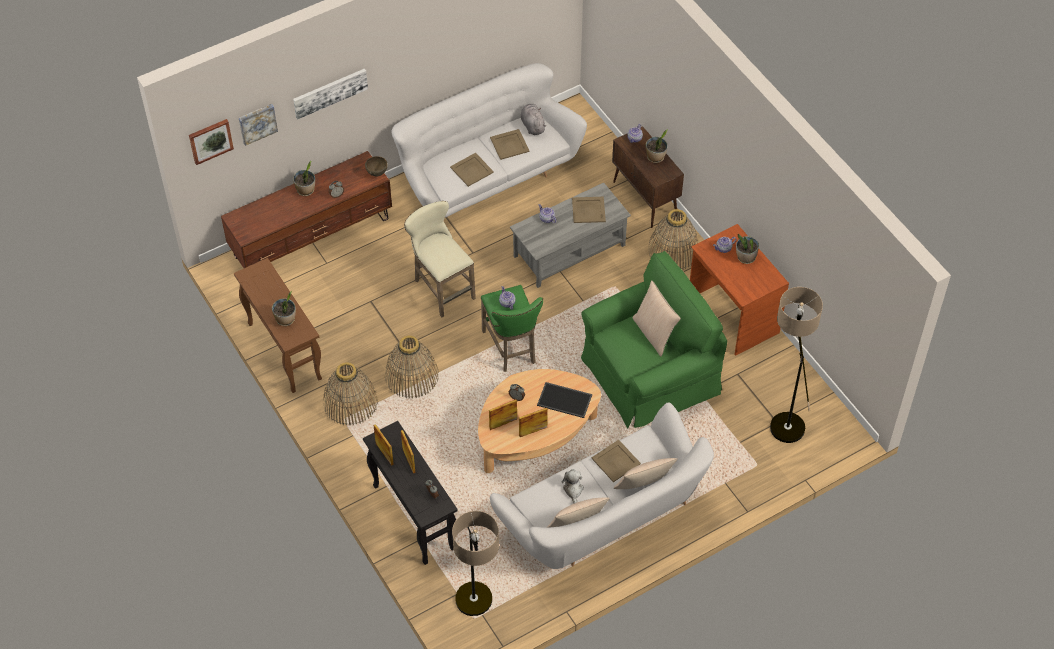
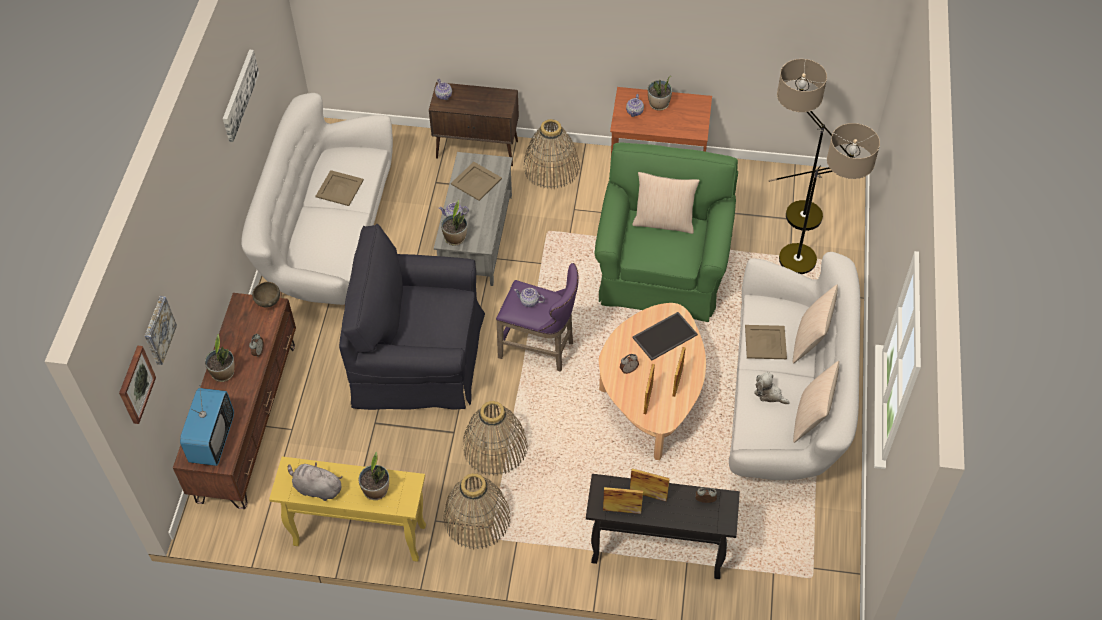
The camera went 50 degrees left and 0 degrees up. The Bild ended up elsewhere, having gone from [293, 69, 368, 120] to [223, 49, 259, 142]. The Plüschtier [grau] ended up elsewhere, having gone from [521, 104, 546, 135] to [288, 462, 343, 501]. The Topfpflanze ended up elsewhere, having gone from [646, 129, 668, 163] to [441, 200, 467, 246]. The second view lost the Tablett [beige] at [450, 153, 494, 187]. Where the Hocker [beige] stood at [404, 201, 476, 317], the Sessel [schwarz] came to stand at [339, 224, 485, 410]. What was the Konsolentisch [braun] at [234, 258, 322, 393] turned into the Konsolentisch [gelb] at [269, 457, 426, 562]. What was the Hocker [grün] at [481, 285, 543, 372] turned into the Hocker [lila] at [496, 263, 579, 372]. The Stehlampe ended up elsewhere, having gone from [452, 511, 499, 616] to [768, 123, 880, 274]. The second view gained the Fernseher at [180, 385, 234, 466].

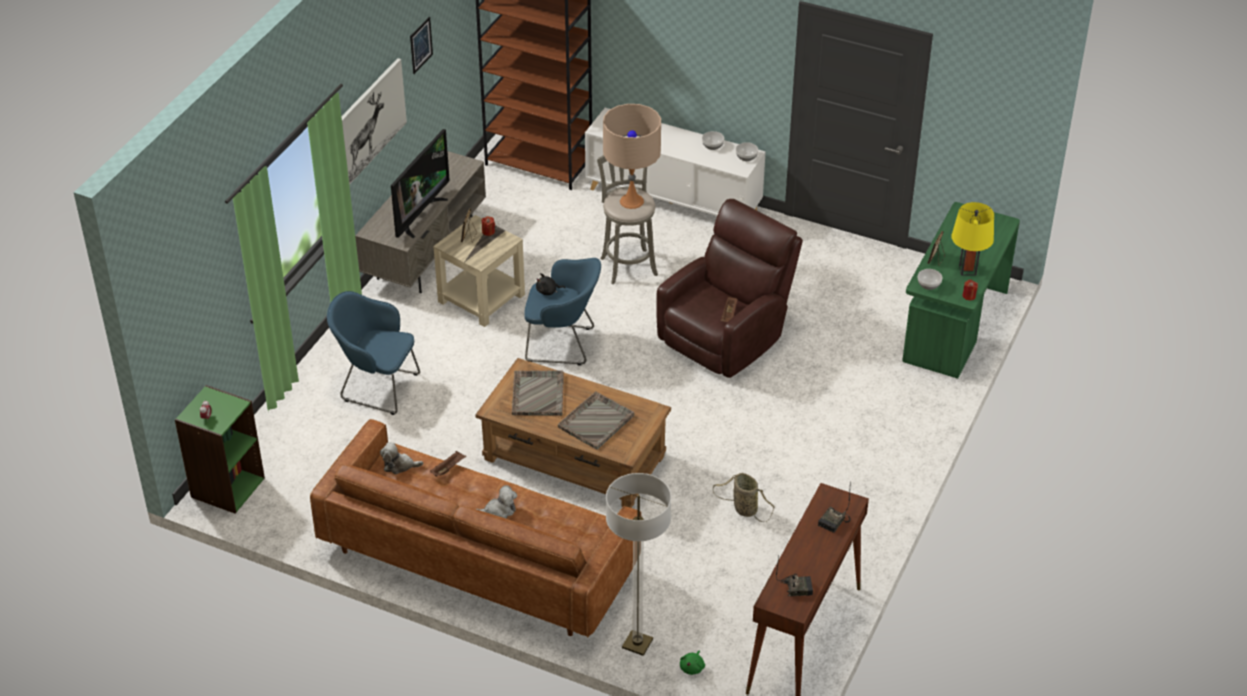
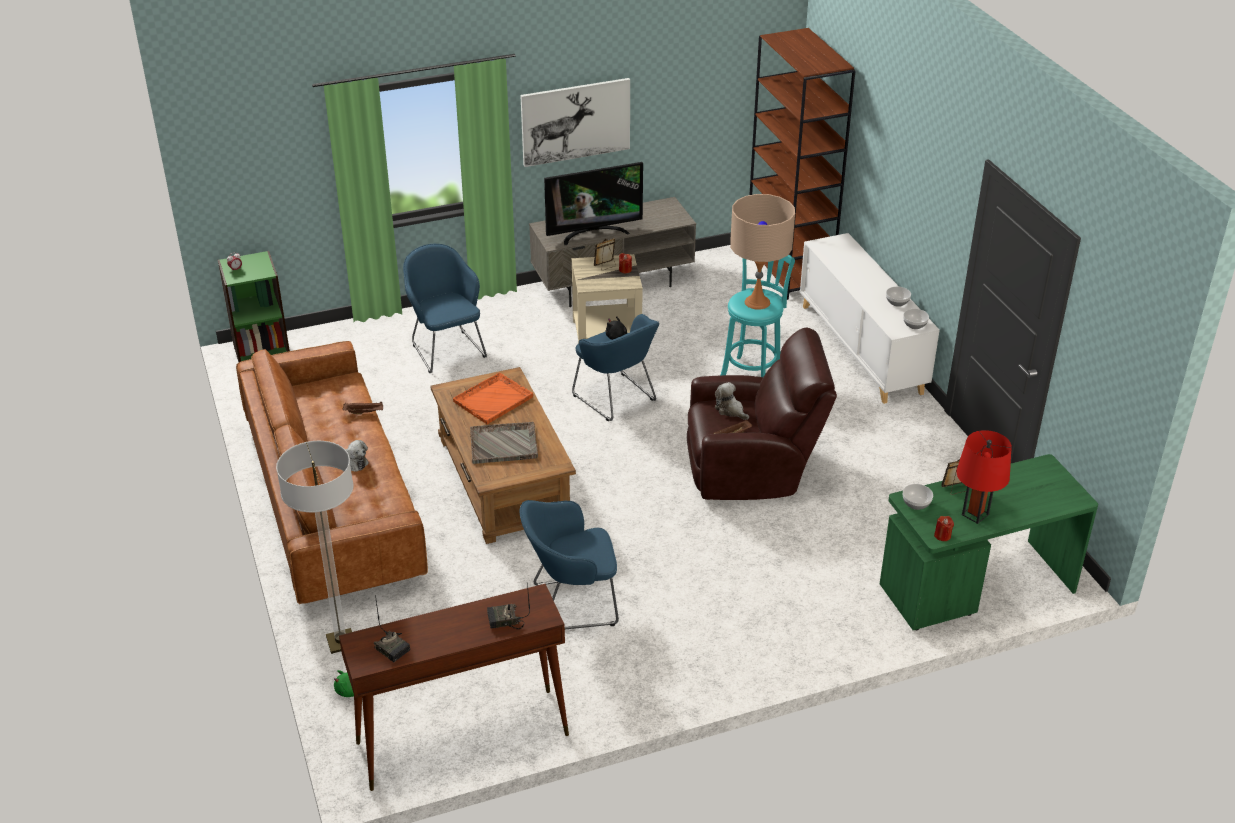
The camera went 45 degrees right and 5 degrees down. The second view lost the Bild at [410, 17, 433, 74]. What was the Hocker [grau] at [597, 155, 658, 284] turned into the Hocker [türkis] at [720, 255, 795, 377]. What was the Tischlampe [gelb] at [952, 202, 994, 276] turned into the Tischlampe [rot] at [956, 430, 1012, 524]. What was the Tablett [grau] at [512, 370, 564, 416] turned into the Tablett [orange] at [453, 373, 533, 424]. The Plüschtier ended up elsewhere, having gone from [380, 442, 423, 474] to [715, 382, 749, 420]. Where the Korb stood at [713, 473, 775, 522], the Sessel [blau] came to stand at [520, 500, 619, 629].

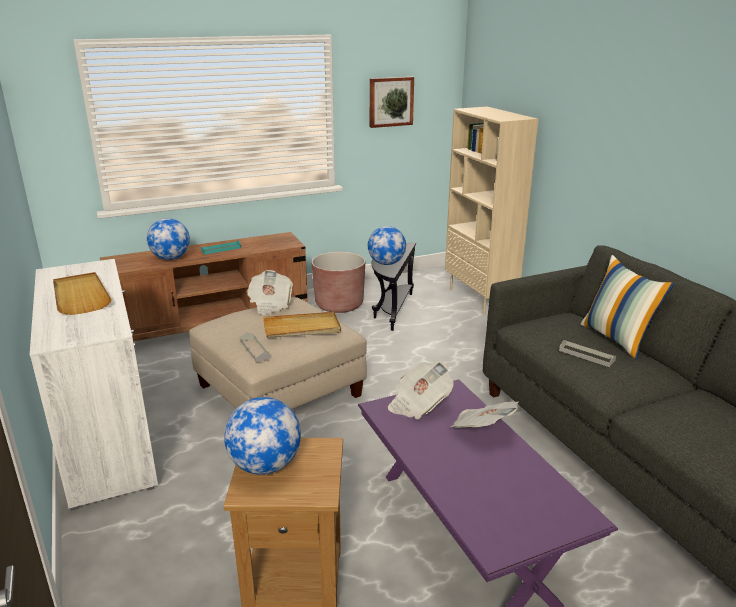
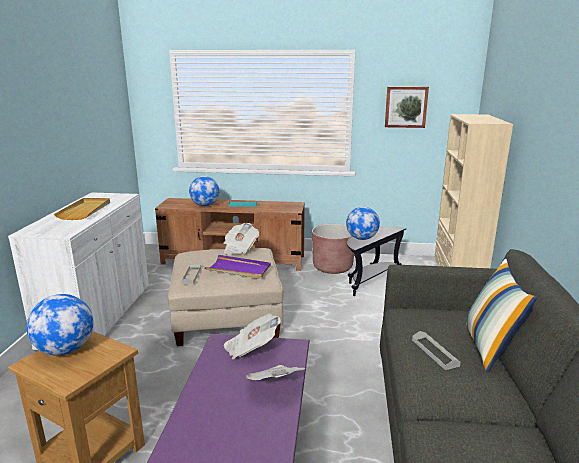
The camera went 30 degrees right and 5 degrees down. What was the Tablett [beige] at [263, 312, 341, 338] turned into the Tablett [lila] at [205, 255, 271, 279].

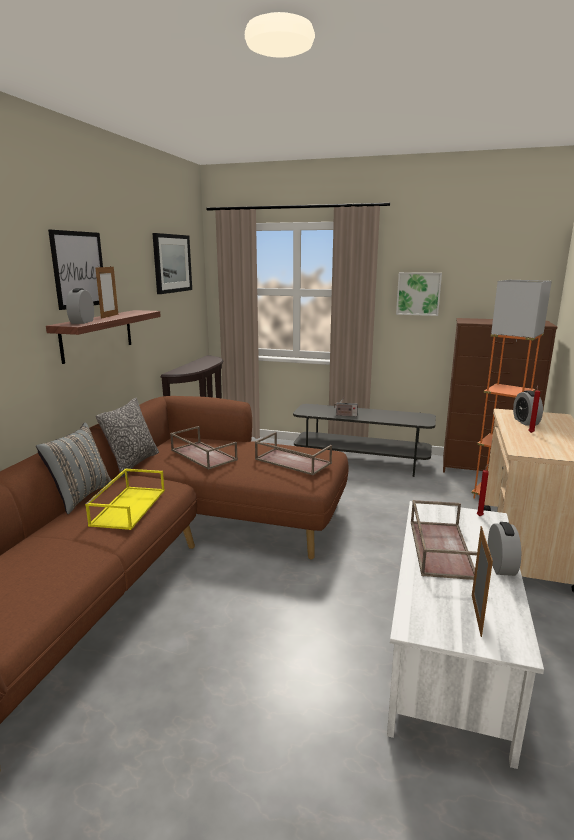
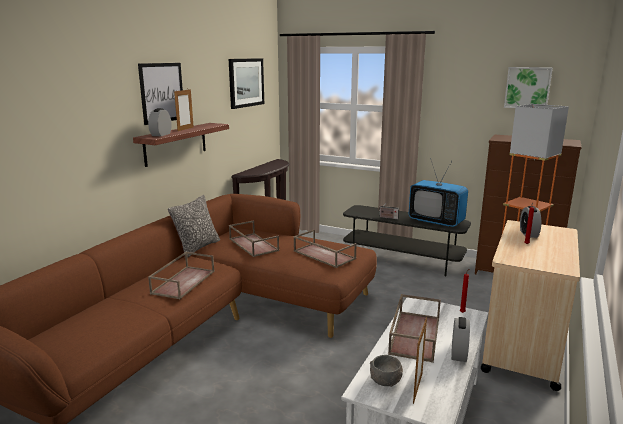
The camera went 10 degrees right and 0 degrees up. The Bild ended up elsewhere, having gone from [396, 272, 442, 316] to [504, 67, 553, 108]. The second view lost the Kissen [grau] at [36, 422, 112, 514]. What was the Tablett [gelb] at [85, 468, 165, 530] turned into the Tablett [braun] at [148, 252, 215, 299]. The second view gained the Fernseher at [409, 158, 468, 227]. The second view gained the Schüssel [grau] at [370, 355, 403, 387].

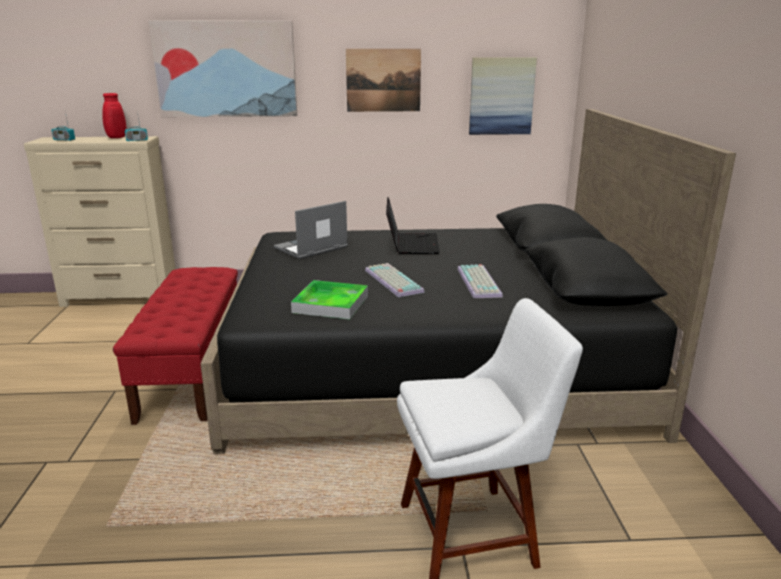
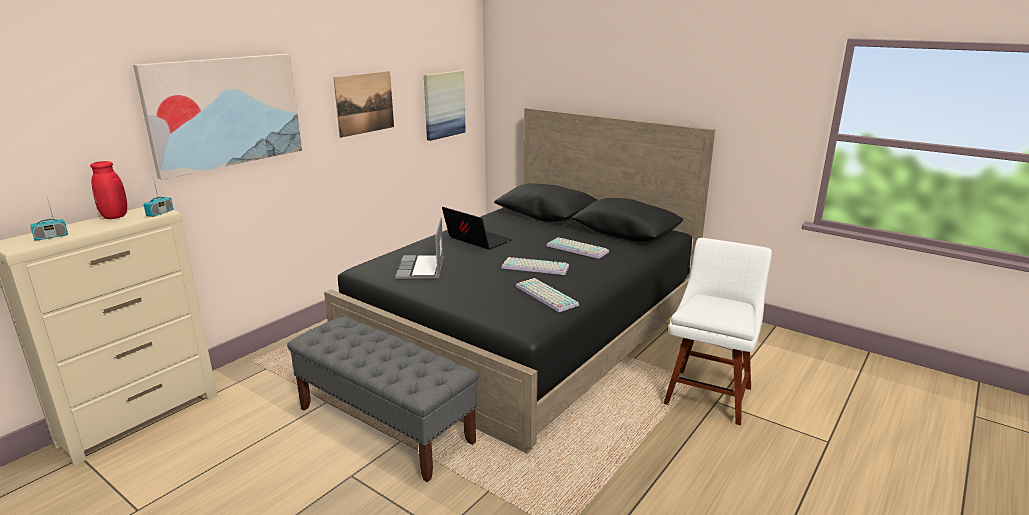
The camera went 50 degrees left and 0 degrees up. What was the Bank [rot] at [113, 267, 238, 425] turned into the Bank [grau] at [287, 316, 479, 482]. Where the Tablett stood at [291, 280, 368, 320], the Tastatur came to stand at [516, 278, 579, 312].

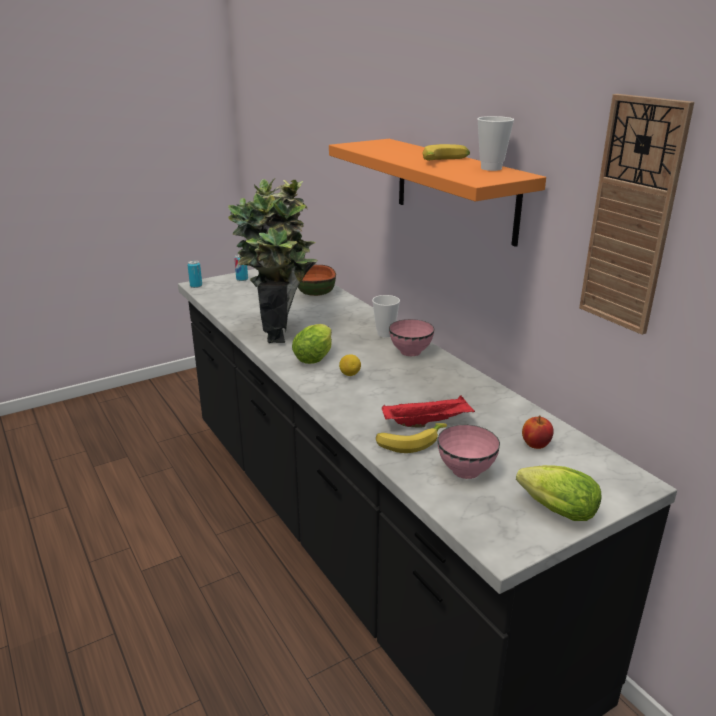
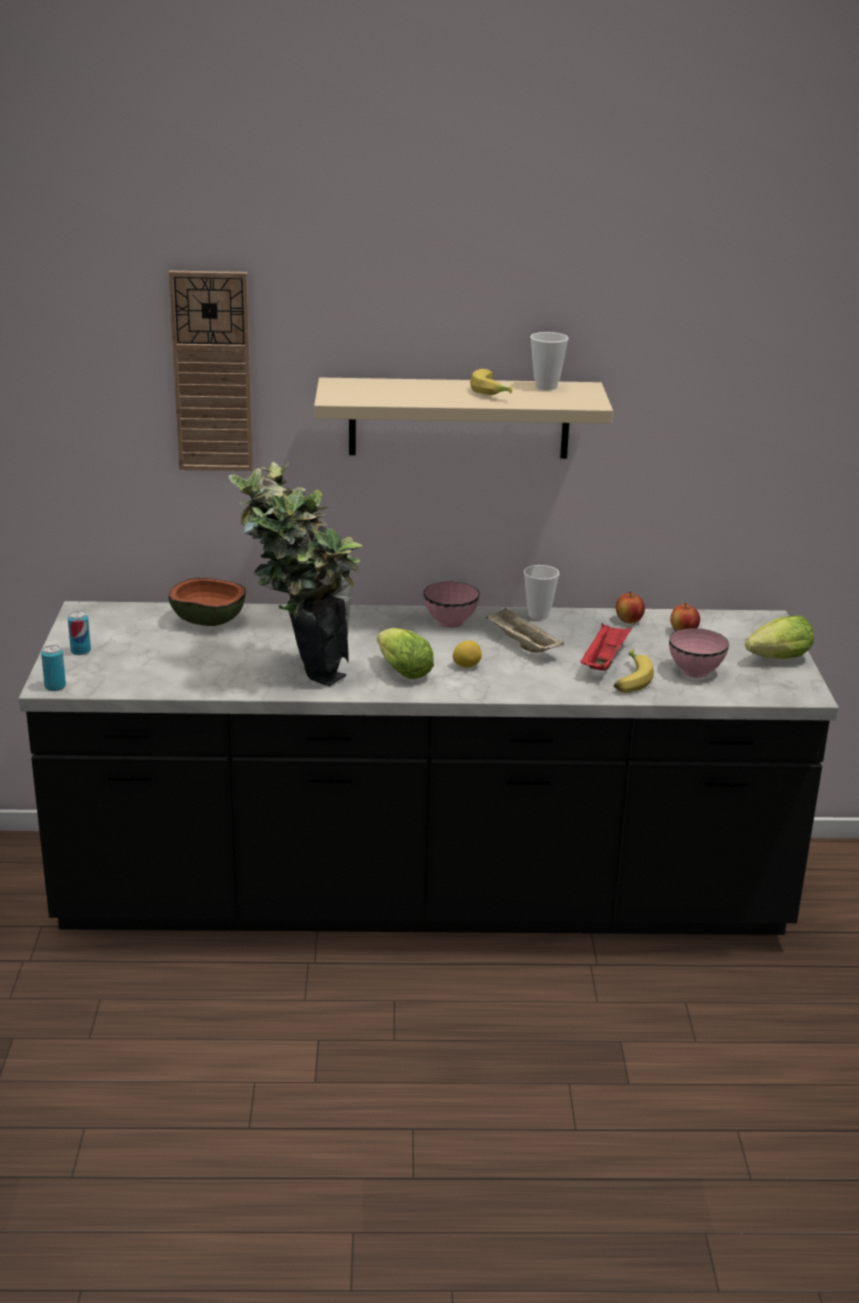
The camera went 60 degrees left and 0 degrees up. The Wanduhr ended up elsewhere, having gone from [579, 94, 694, 335] to [168, 271, 253, 471]. What was the Wandregal [orange] at [329, 139, 546, 247] turned into the Wandregal [beige] at [314, 378, 613, 459]. The Tasse ended up elsewhere, having gone from [372, 295, 400, 337] to [524, 565, 559, 620]. The second view gained the Apfel at [616, 591, 645, 623]. The second view gained the Tablett [beige] at [486, 608, 564, 653].

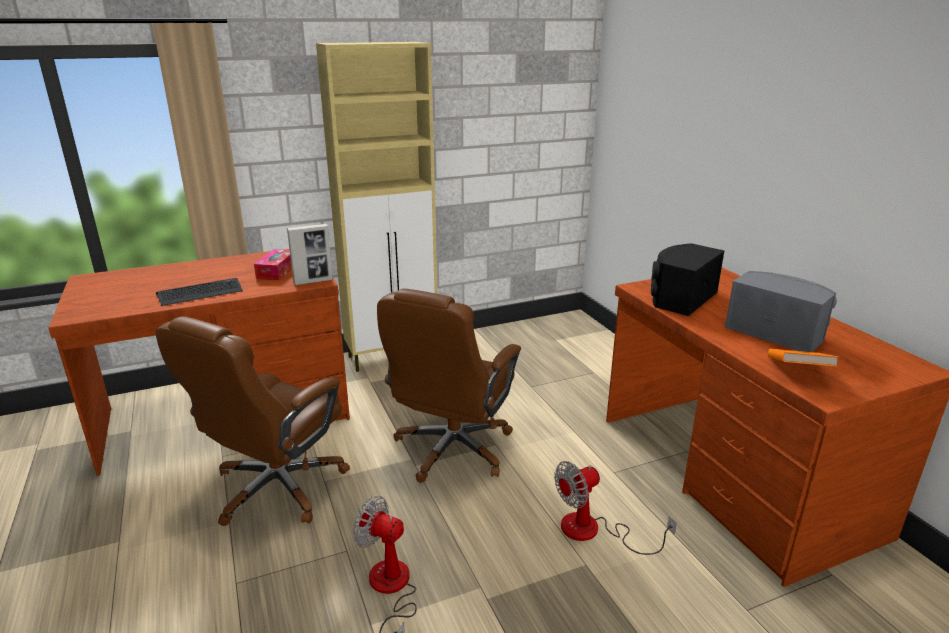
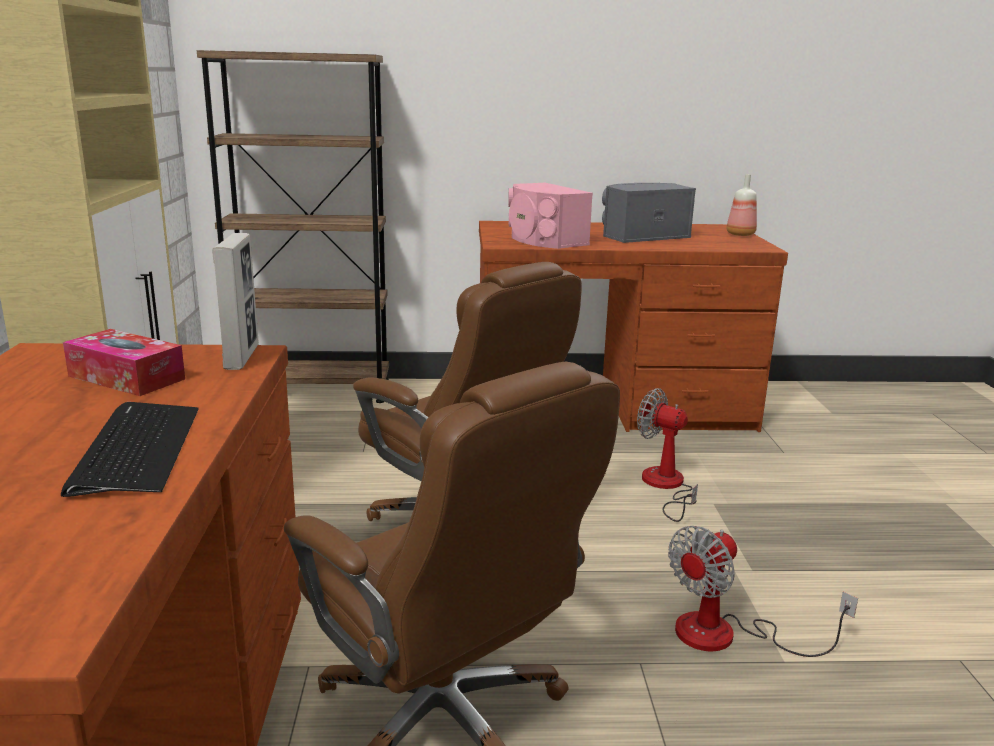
The camera went 70 degrees left and 5 degrees down. What was the Lautsprecher [schwarz] at [651, 243, 725, 316] turned into the Lautsprecher [rosa] at [508, 183, 593, 249]. The second view lost the Buch [orange] at [768, 349, 839, 367]. The Ventilator at [554, 461, 677, 555] ended up facing another way, 135 degrees clockwise from before. The second view gained the Bücherregal [braun] at [197, 50, 389, 403]. The second view gained the Flasche at [726, 174, 757, 236].

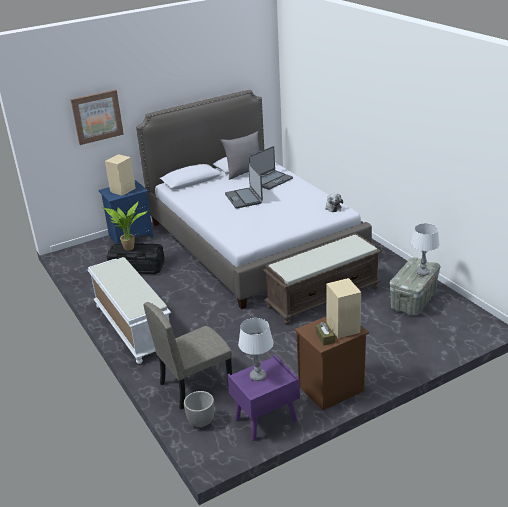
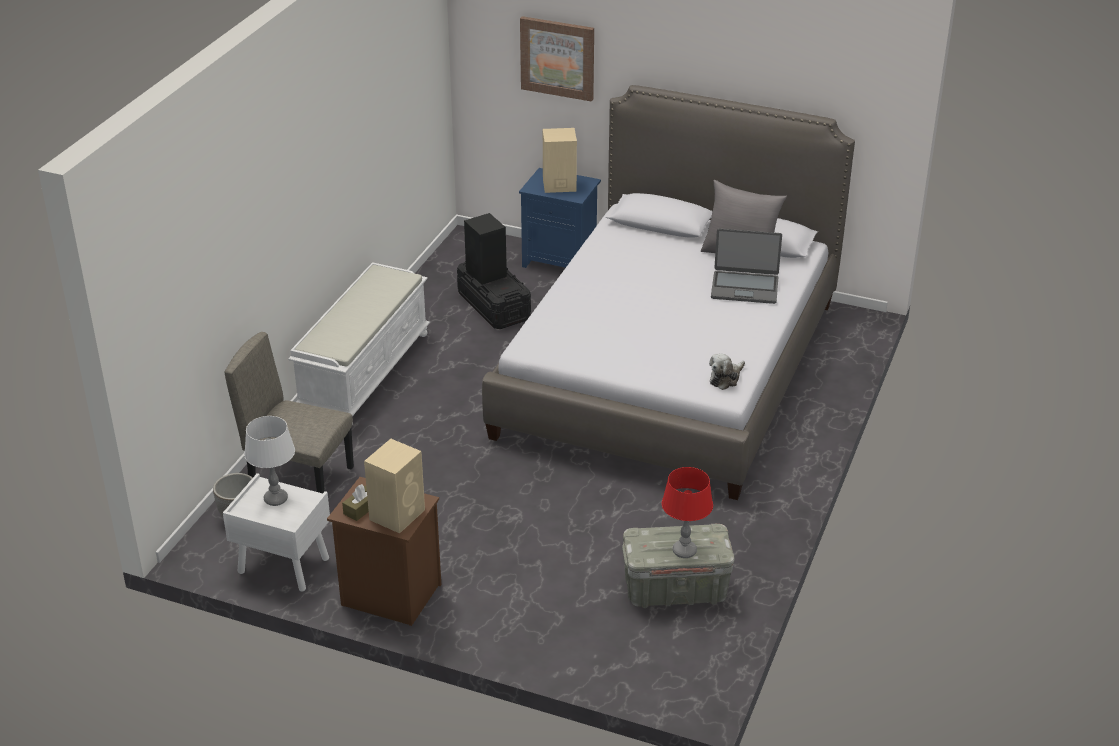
The camera went 50 degrees right and 5 degrees up. The second view lost the Laptop at [225, 163, 263, 209]. Where the Topfpflanze stood at [102, 202, 148, 251], the Lautsprecher [schwarz] came to stand at [464, 213, 507, 285]. What was the Tischlampe [weiß] at [411, 223, 440, 276] turned into the Tischlampe [rot] at [662, 467, 713, 558]. The second view lost the Bank [braun] at [263, 233, 382, 324]. What was the Nachttisch [lila] at [227, 355, 300, 441] turned into the Nachttisch [weiß] at [223, 473, 330, 592].

